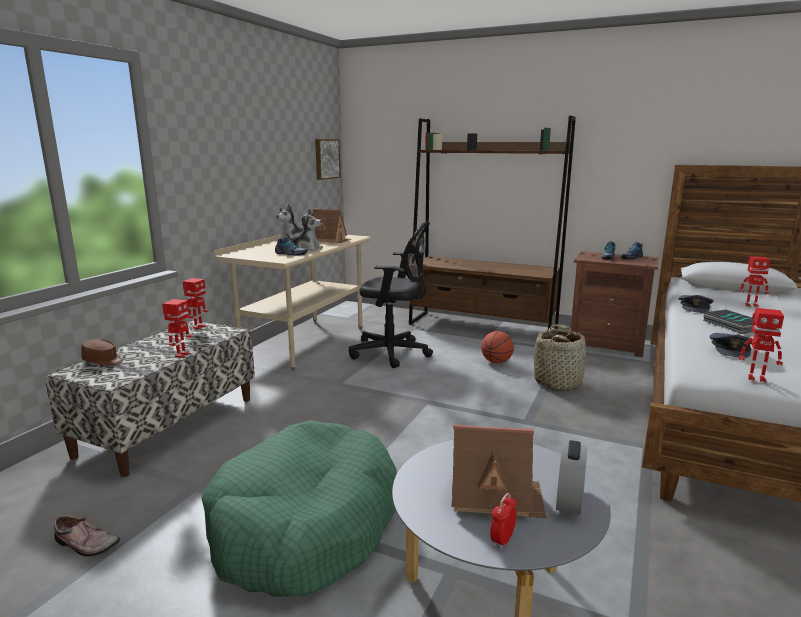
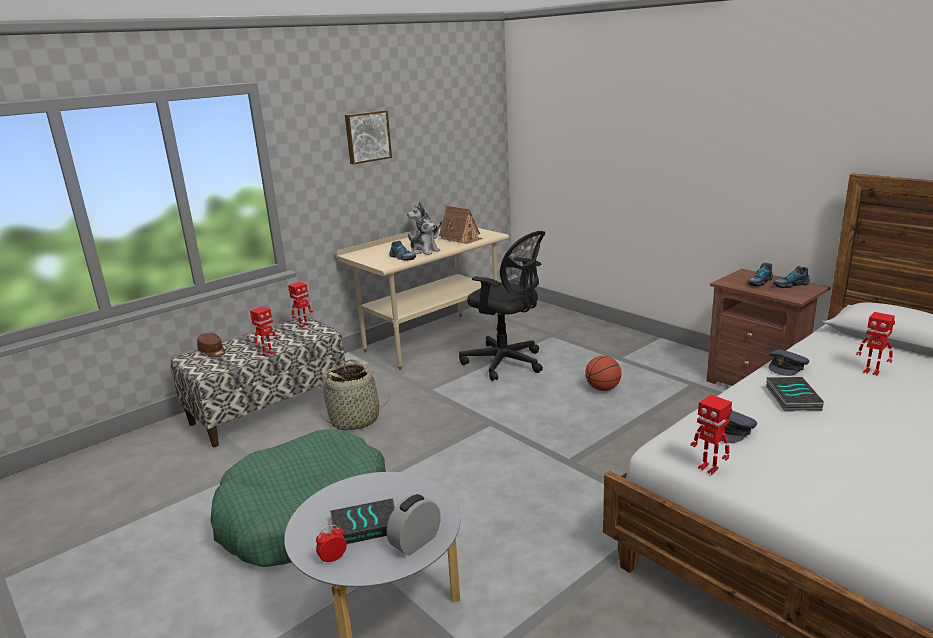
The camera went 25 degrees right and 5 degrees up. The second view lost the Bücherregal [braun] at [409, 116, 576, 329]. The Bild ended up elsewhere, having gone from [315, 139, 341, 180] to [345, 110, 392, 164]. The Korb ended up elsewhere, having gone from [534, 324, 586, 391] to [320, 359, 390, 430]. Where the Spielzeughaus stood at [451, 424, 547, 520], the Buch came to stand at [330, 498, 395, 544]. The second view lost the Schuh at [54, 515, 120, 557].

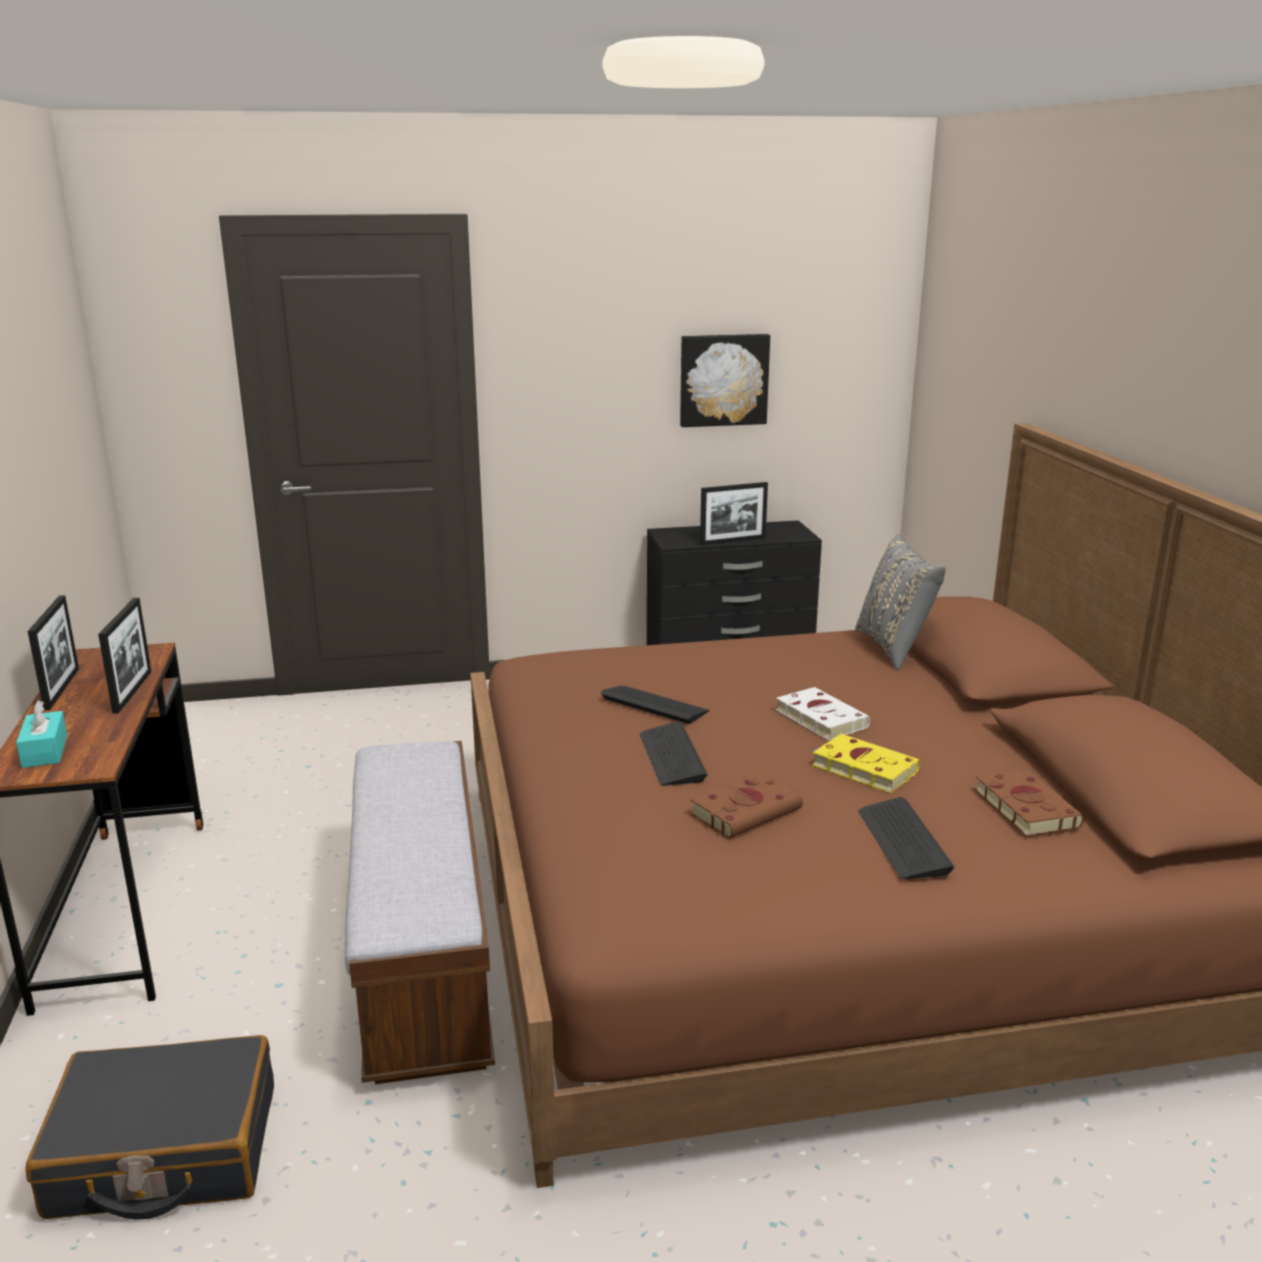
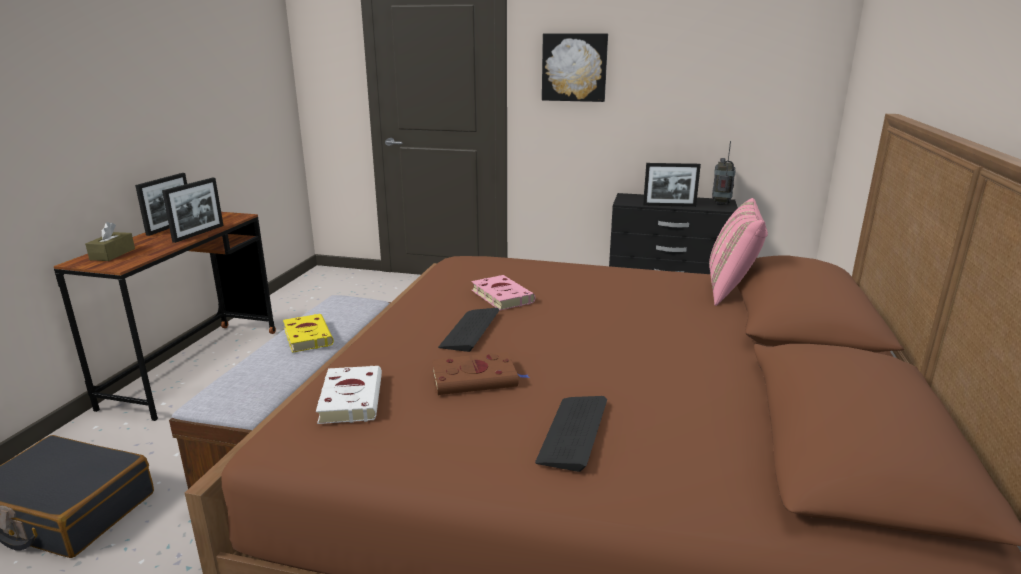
The camera went 25 degrees right and 0 degrees up. The Bild ended up elsewhere, having gone from [680, 334, 770, 427] to [542, 33, 608, 102]. What was the Kissen [grau] at [855, 535, 946, 671] turned into the Kissen [rosa] at [709, 198, 768, 306]. Where the Tastatur stood at [601, 686, 709, 724], the Buch [rosa] came to stand at [471, 275, 535, 311]. The Buch [weiß] ended up elsewhere, having gone from [775, 687, 870, 740] to [316, 366, 382, 424]. What was the Taschentuchbox [türkis] at [16, 700, 67, 768] turned into the Taschentuchbox [braun] at [85, 222, 135, 261]. The Buch [gelb] ended up elsewhere, having gone from [812, 734, 920, 793] to [283, 314, 334, 353]. The second view lost the Buch [braun] at [975, 769, 1084, 837]. The second view gained the Radio at [712, 141, 736, 205].

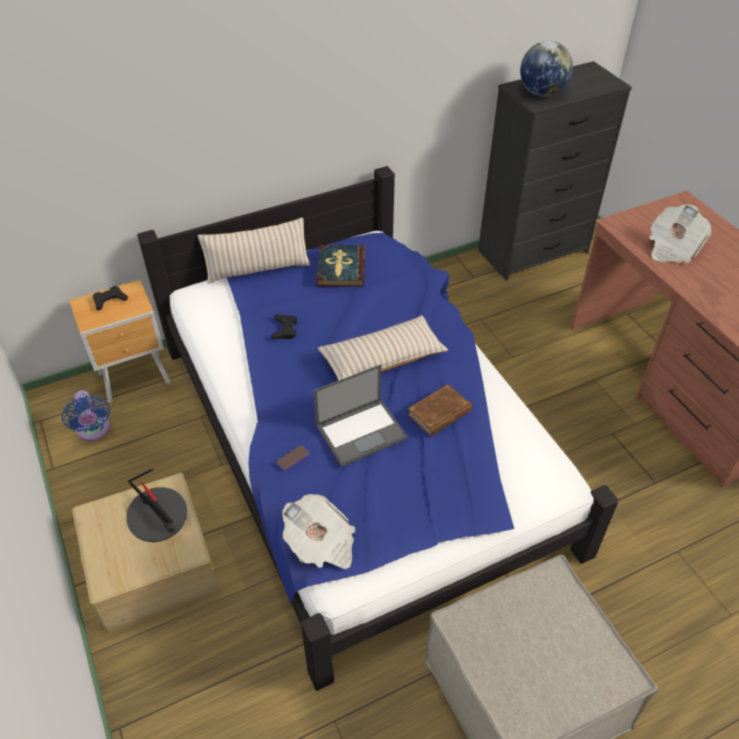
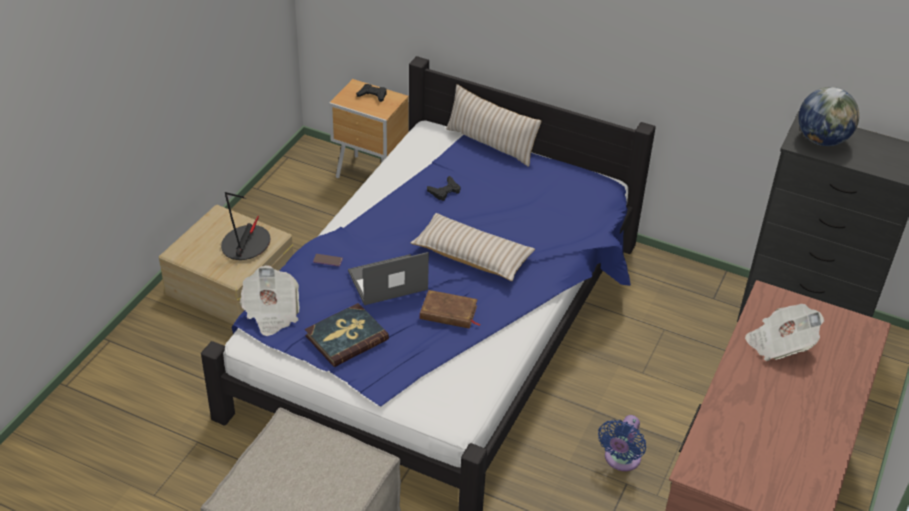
The camera went 50 degrees right and 5 degrees down. The Buch ended up elsewhere, having gone from [316, 245, 365, 287] to [305, 303, 389, 367]. The Laptop at [313, 364, 407, 467] ended up facing another way, 135 degrees clockwise from before. The Ventilator [blau] ended up elsewhere, having gone from [61, 390, 110, 441] to [598, 415, 646, 471].

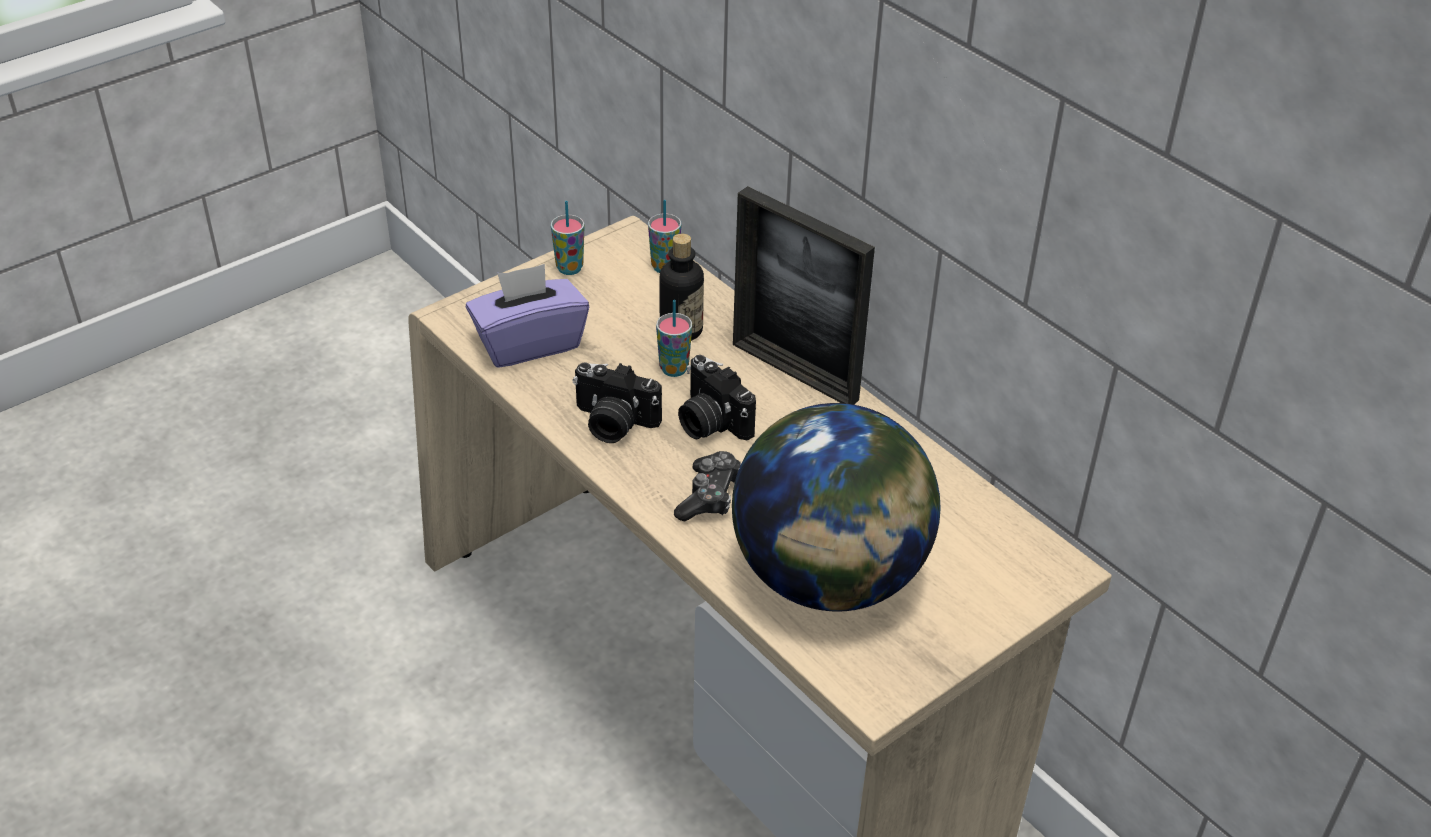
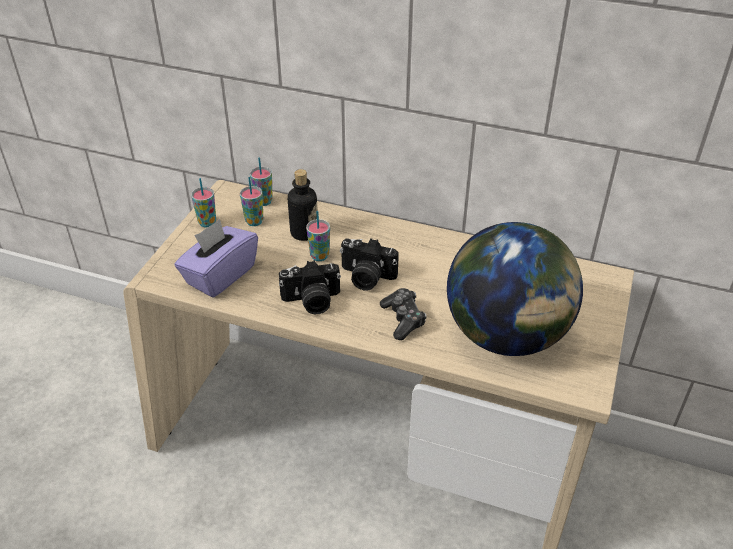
The camera went 30 degrees left and 0 degrees up. The second view lost the Bilderrahmen at [733, 186, 875, 405]. The second view gained the Tasse at [240, 177, 263, 226].

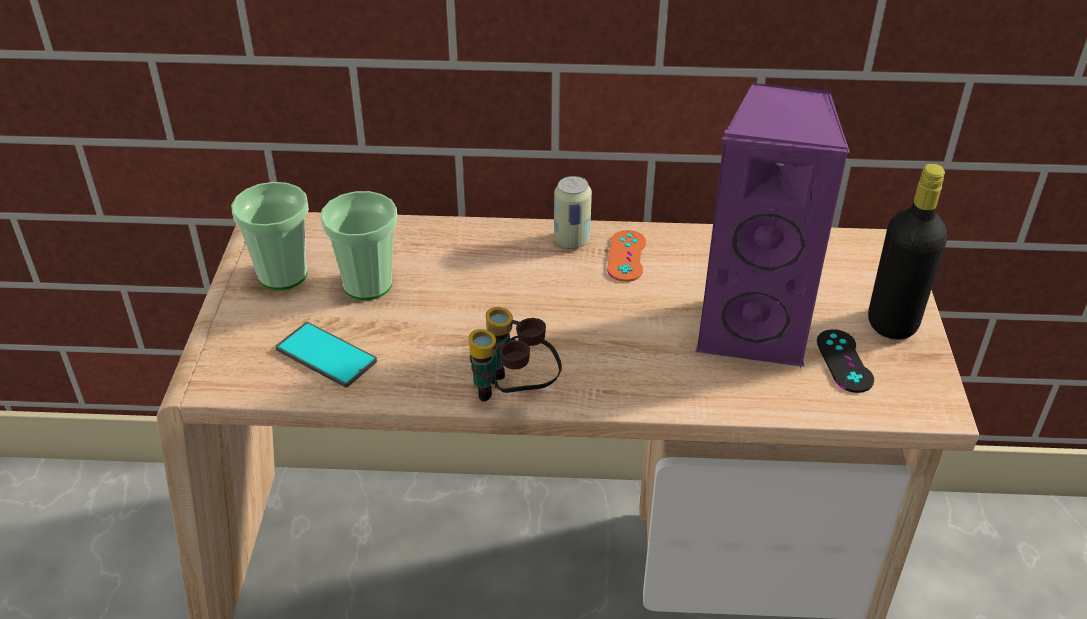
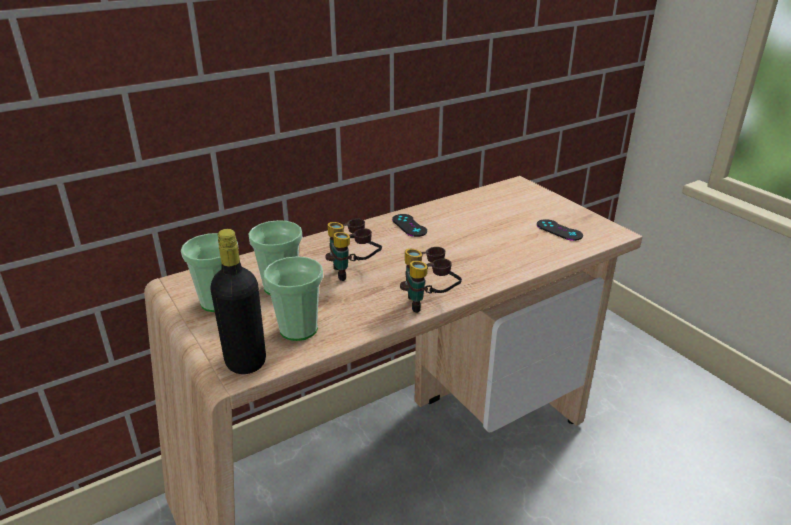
The camera went 35 degrees left and 10 degrees down. The second view lost the Lautsprecher [lila] at [695, 82, 850, 368]. The Flasche [schwarz] ended up elsewhere, having gone from [868, 164, 947, 340] to [210, 229, 266, 374]. The second view lost the Dose at [554, 176, 592, 249]. What was the Gamepad [orange] at [607, 230, 646, 282] turned into the Gamepad [schwarz] at [392, 214, 427, 237]. Where the Handy stood at [276, 322, 377, 388], the Tasse came to stand at [264, 256, 323, 341]. The second view gained the Fernglas at [325, 219, 382, 281].

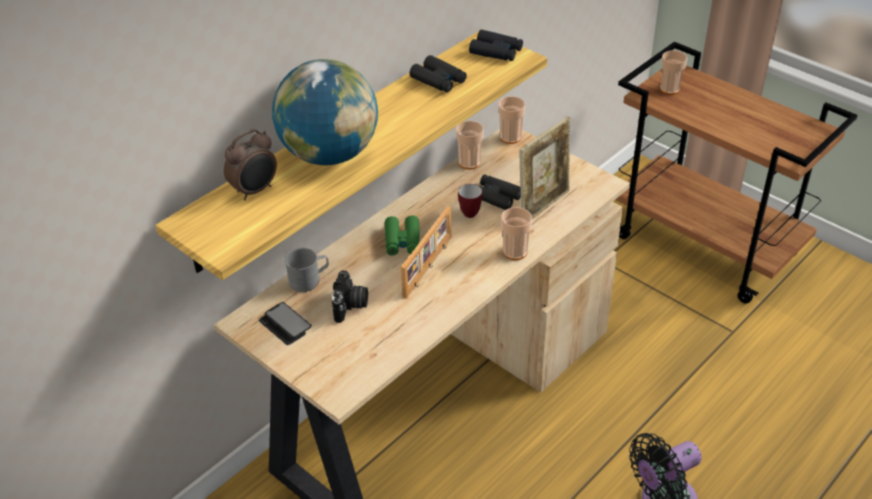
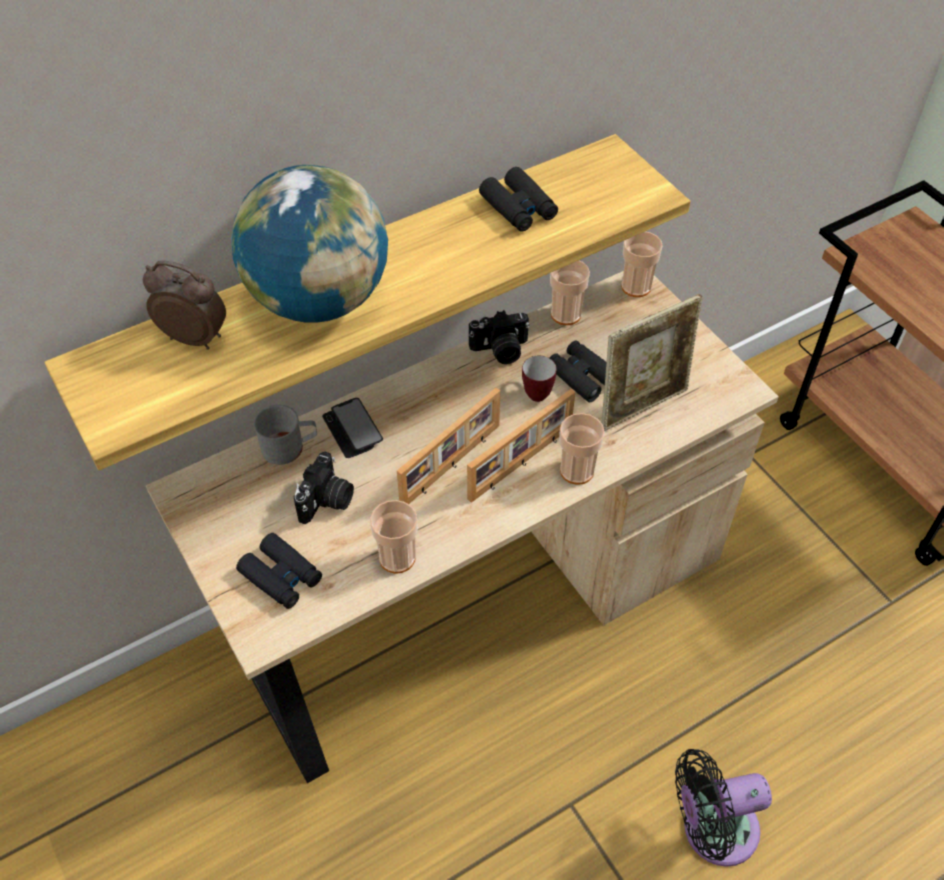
The camera went 15 degrees right and 10 degrees up. The Fernglas [schwarz] ended up elsewhere, having gone from [469, 30, 523, 61] to [236, 533, 322, 609]. The Tasse ended up elsewhere, having gone from [660, 50, 687, 95] to [370, 500, 417, 574]. The Wecker at [224, 129, 277, 200] ended up facing another way, 135 degrees counterclockwise from before. The second view lost the Fernglas [grün] at [385, 215, 420, 256]. The Handy ended up elsewhere, having gone from [259, 302, 312, 345] to [322, 398, 383, 458]. The second view gained the Kamera at [469, 310, 530, 364]. The second view gained the Bilderrahmen at [467, 389, 575, 503].

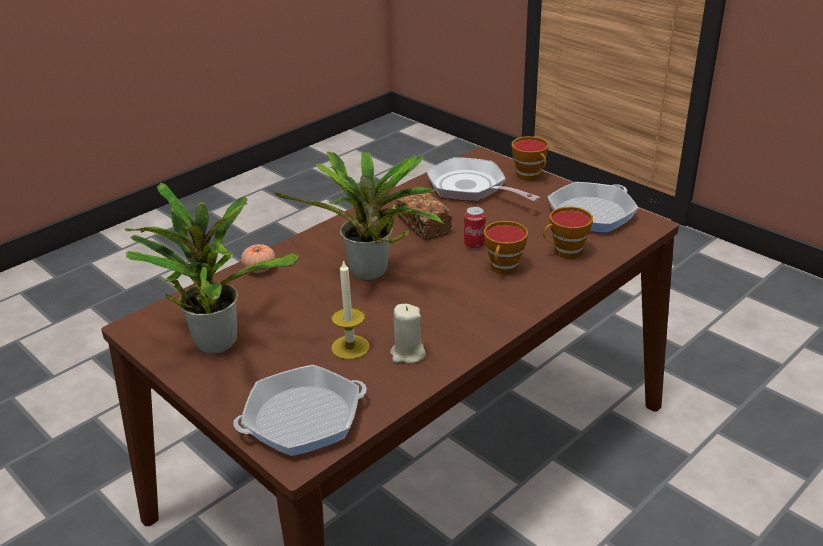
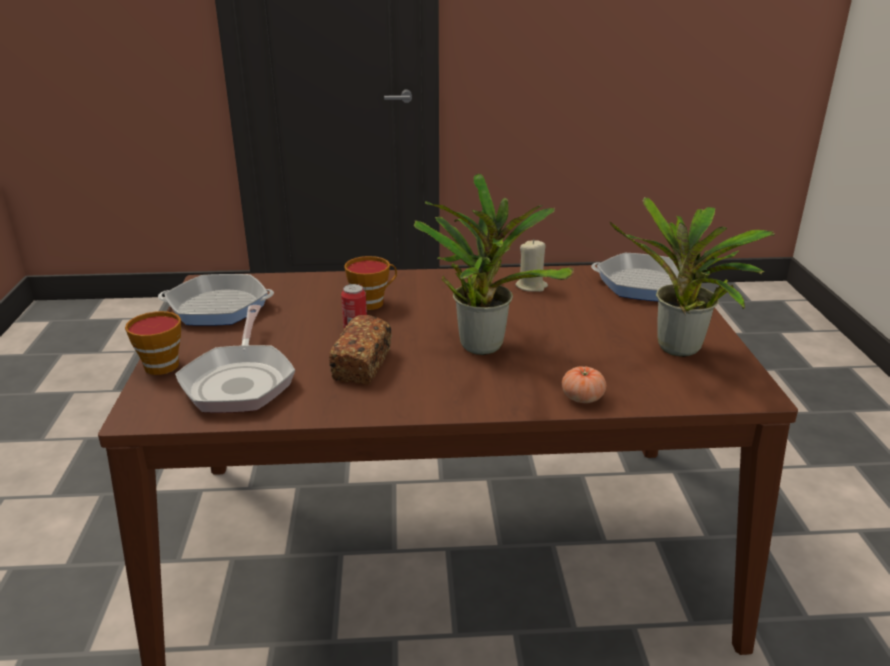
The camera went 140 degrees left and 5 degrees down. The second view lost the Tasse at [543, 207, 593, 259]. The second view lost the Kerze at [331, 260, 370, 360].

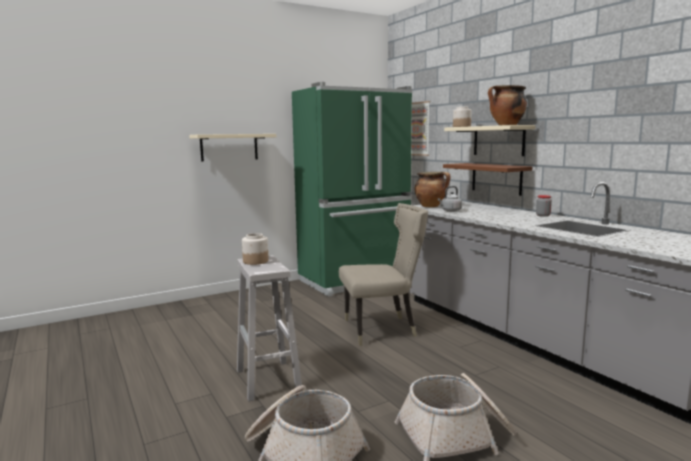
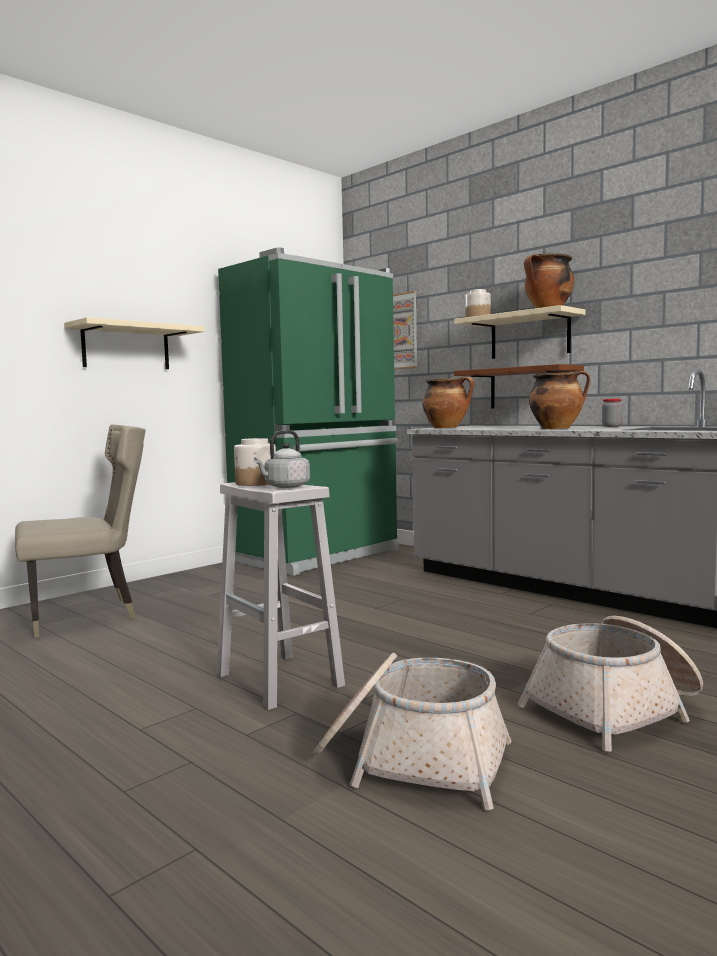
The camera went 15 degrees left and 5 degrees down. The Wasserkessel [grau] ended up elsewhere, having gone from [438, 186, 462, 212] to [254, 430, 310, 488]. The Stuhl [beige] ended up elsewhere, having gone from [339, 203, 428, 346] to [15, 424, 146, 638]. The second view gained the Kochtopf at [529, 371, 590, 429].

